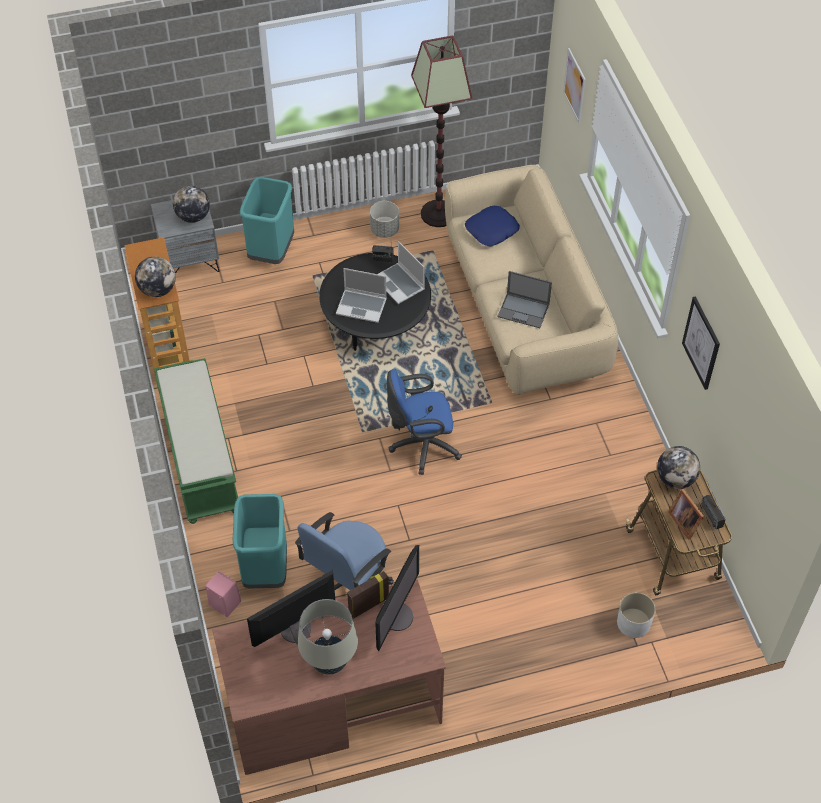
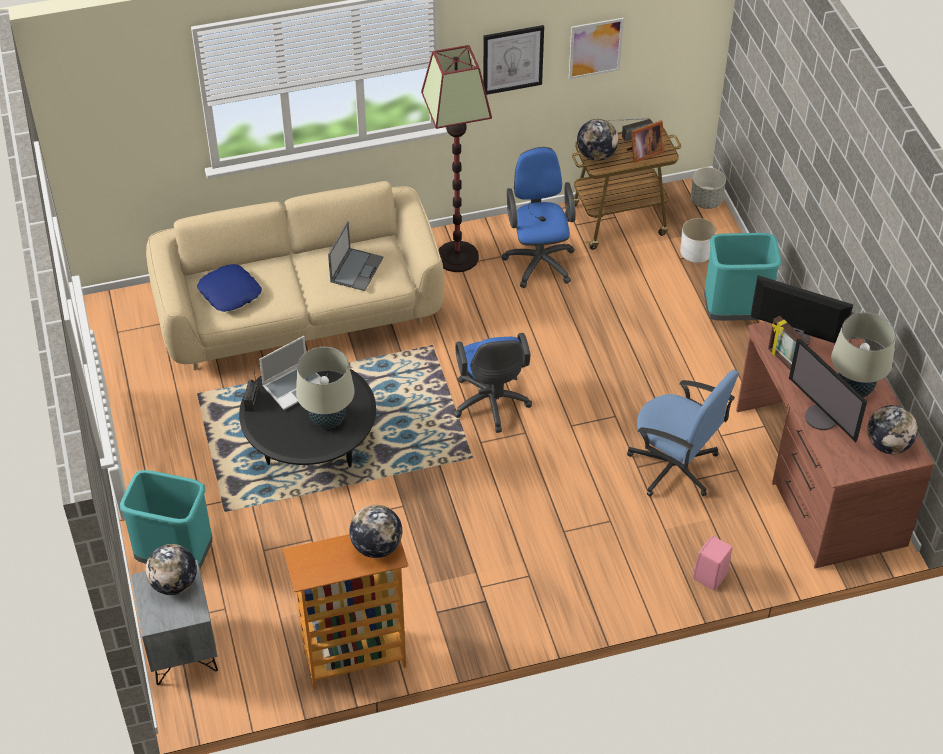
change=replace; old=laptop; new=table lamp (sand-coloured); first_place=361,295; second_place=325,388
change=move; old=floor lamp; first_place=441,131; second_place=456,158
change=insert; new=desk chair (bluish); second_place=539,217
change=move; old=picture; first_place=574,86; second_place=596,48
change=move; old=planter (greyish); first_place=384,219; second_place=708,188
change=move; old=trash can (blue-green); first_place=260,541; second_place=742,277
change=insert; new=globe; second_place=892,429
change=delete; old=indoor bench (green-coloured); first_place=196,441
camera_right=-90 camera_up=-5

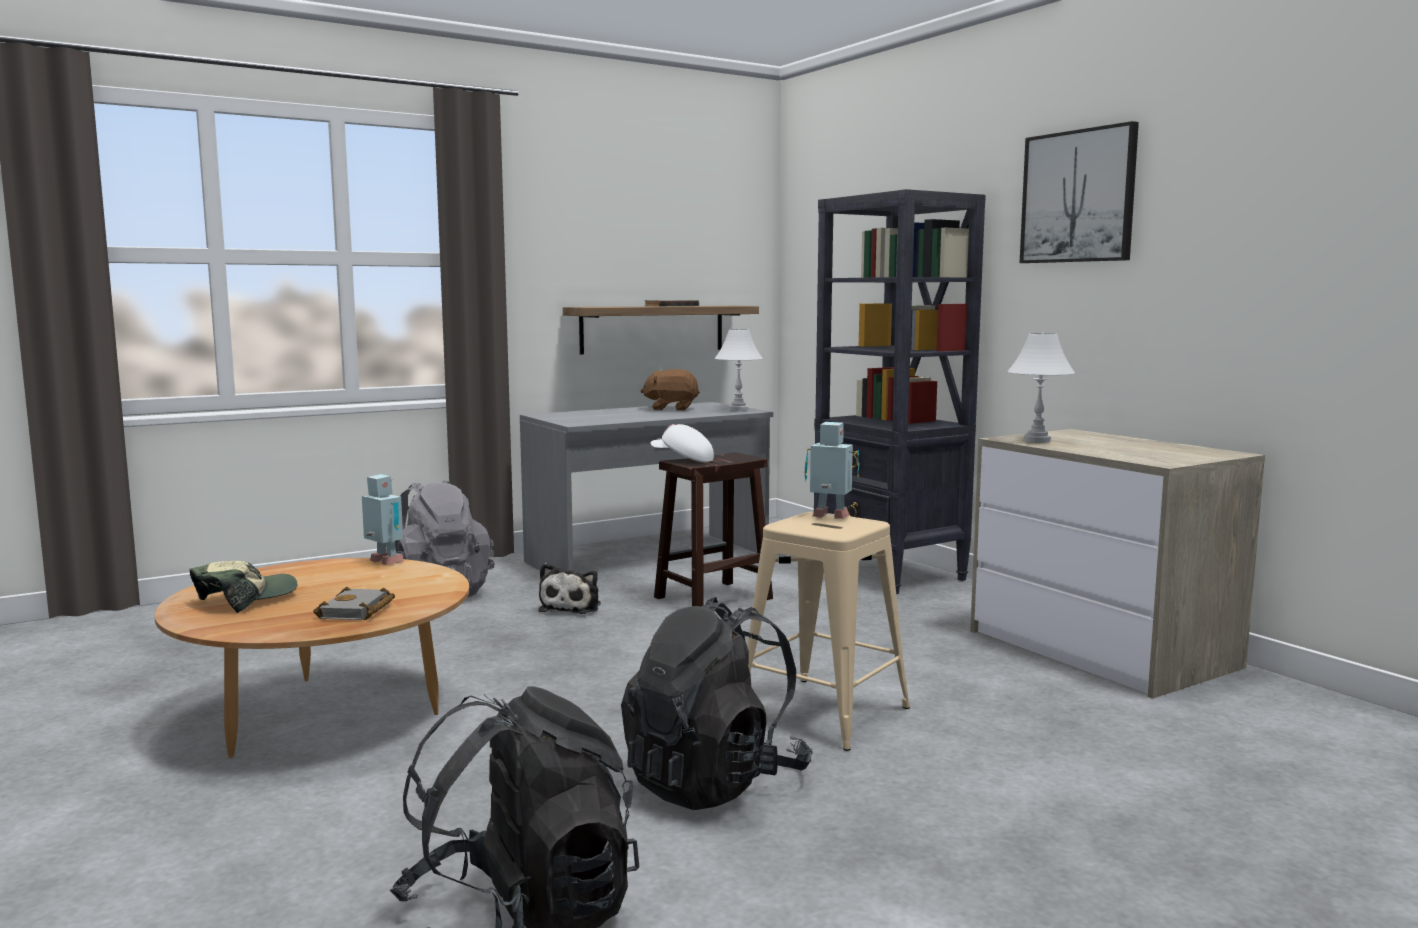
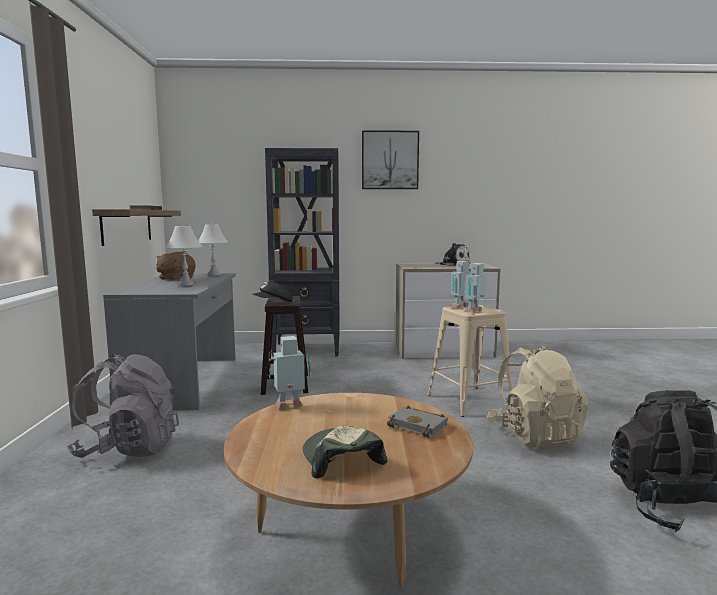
change=move; old=table lamp (white-coloured); first_place=1041,388; second_place=184,255
change=recolor; old=baseball cap (white-coloured); new=baseball cap (black-coloured); first_place=682,443; second_place=272,292
change=move; old=plush toy; first_place=570,588; second_place=452,254
change=insert; new=toy robot; second_place=475,288
change=recolor; old=backpack (black-coloured); new=backpack (sand-coloured); first_place=717,703; second_place=537,398
camera_right=-60 camera_up=0

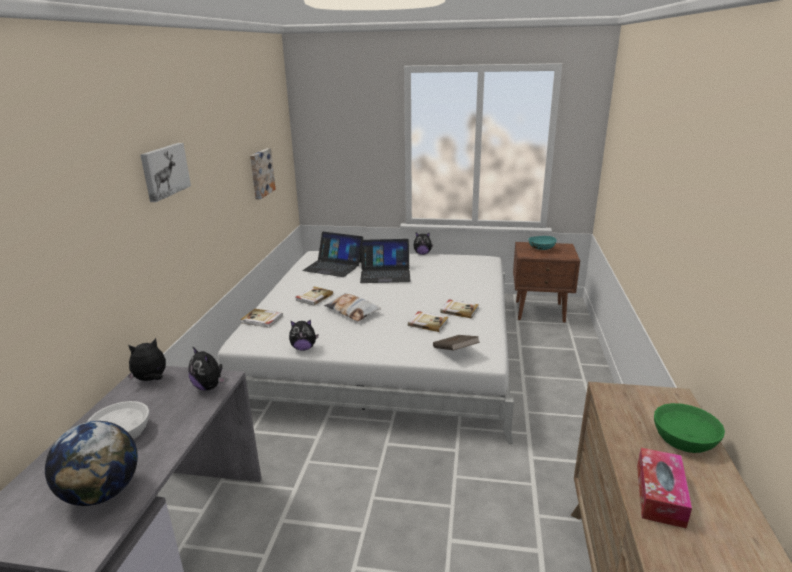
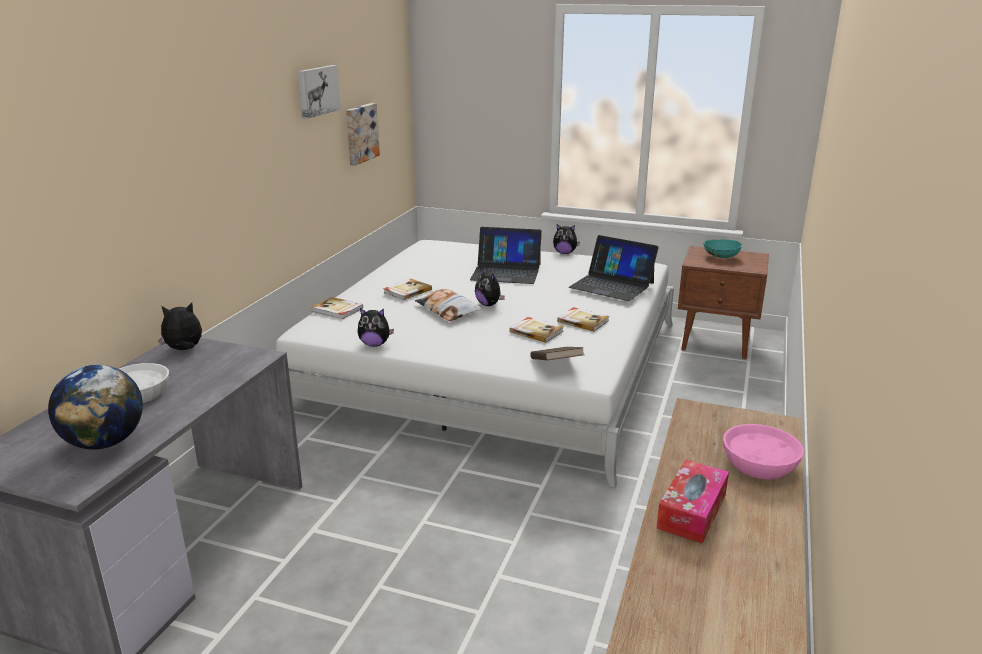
change=move; old=picture; first_place=165,172; second_place=319,92
change=move; old=plush toy; first_place=207,368; second_place=490,287
change=move; old=laptop; first_place=332,254; second_place=614,268
change=recolor; old=bowl (green-coloured); new=bowl (pink); first_place=689,428; second_place=763,451
camera_right=10 camera_up=0

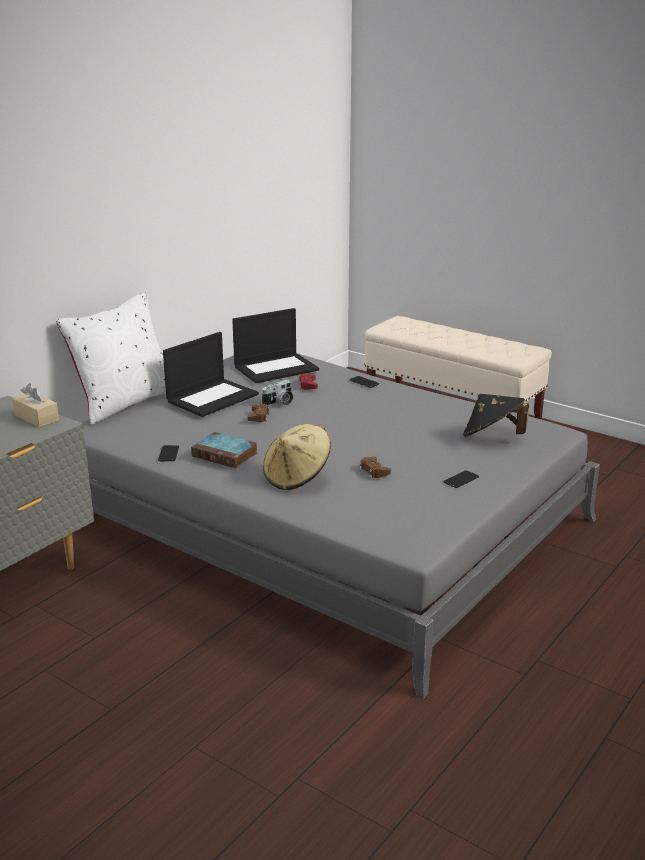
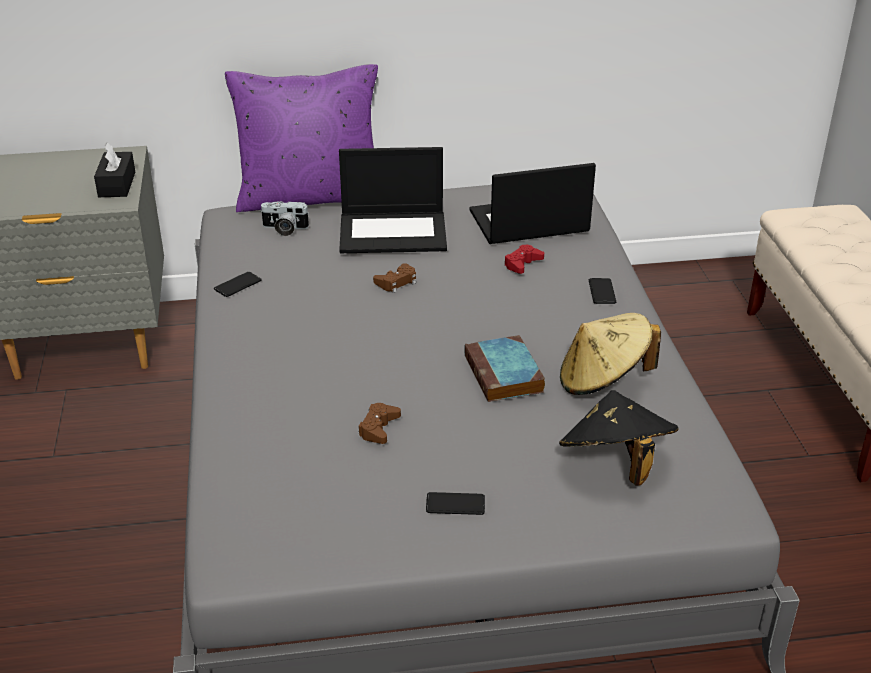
change=recolor; old=box of tissues (sand-coloured); new=box of tissues (black-coloured); first_place=35,405; second_place=114,169
change=recolor; old=throw pillow (white-coloured); new=throw pillow (purple); first_place=111,359; second_place=301,138
change=move; old=still camera; first_place=277,392; second_place=285,218
change=move; old=bound book; first_place=224,450; second_place=504,368
change=rotate; old=laptop; first_place=275,345; second_place=533,203; degrees=150
change=move; old=wearable hat (sand-coloured); first_place=297,457; second_place=610,354
camera_right=45 camera_up=10

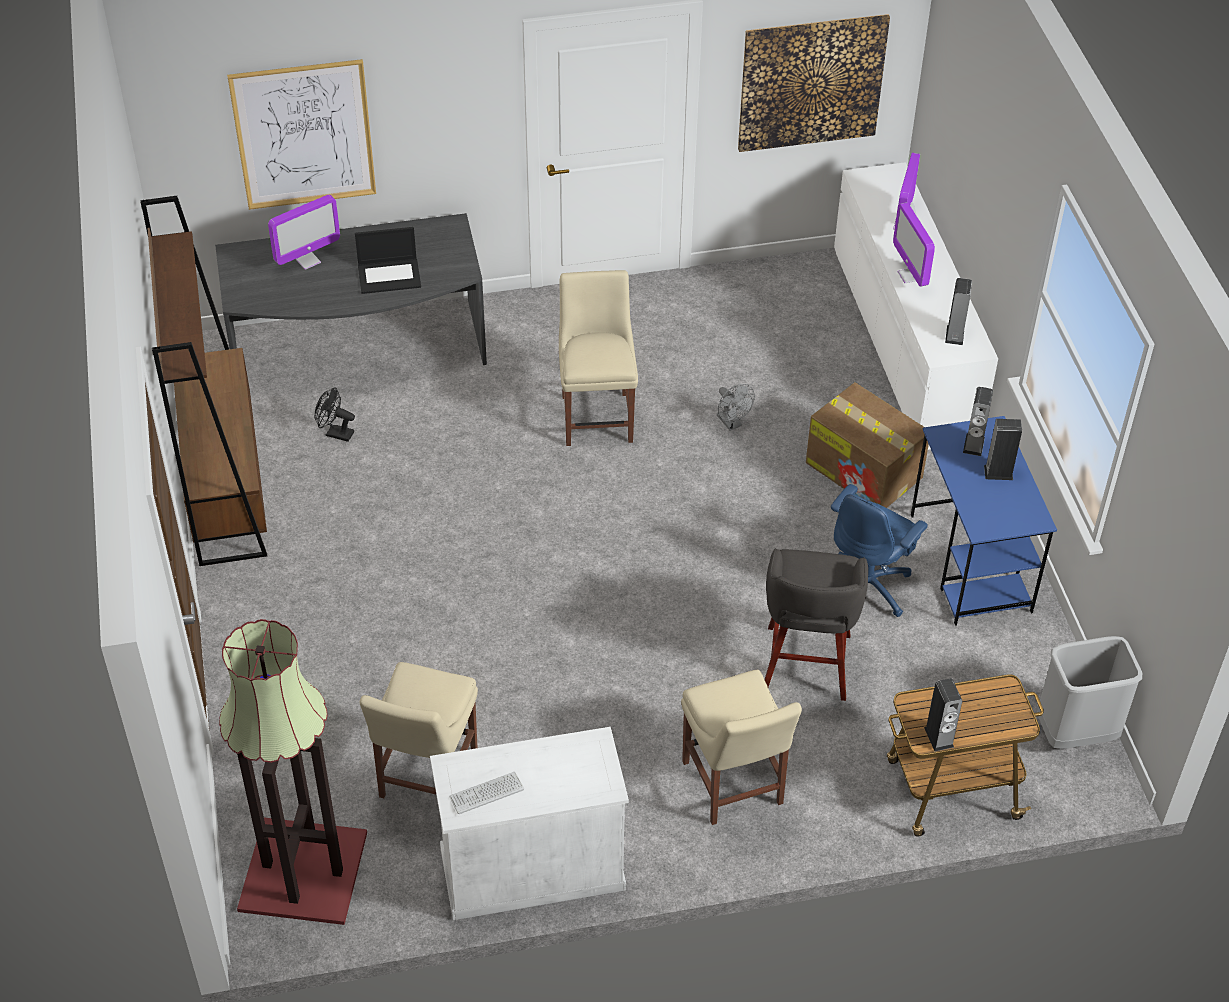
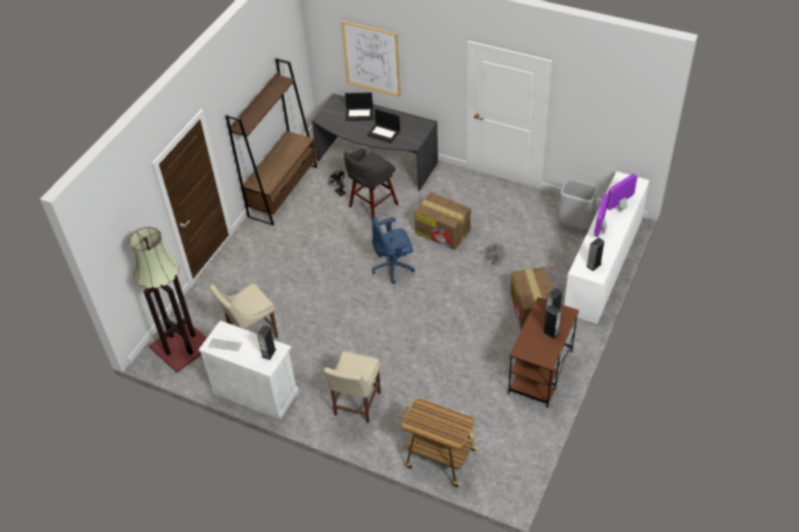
change=move; old=speaker; first_place=943,714; second_place=266,342
change=move; old=stool seat (greyish); first_place=816,624; second_place=371,184
change=replace; old=monitor; new=laptop; first_place=304,232; second_place=359,106
change=move; old=desk chair (bluish); first_place=879,550; second_place=393,250
change=replace; old=plain chair (sand-coloured); new=carton; first_place=598,358; second_place=442,221
change=recolor; old=desk (bluish); new=desk (brownish); first_place=984,521; second_place=543,352
change=move; old=trash can (greyish); first_place=1089,692; second_place=578,205
change=delete; old=picture; first_place=814,83
camera_right=40 camera_up=0

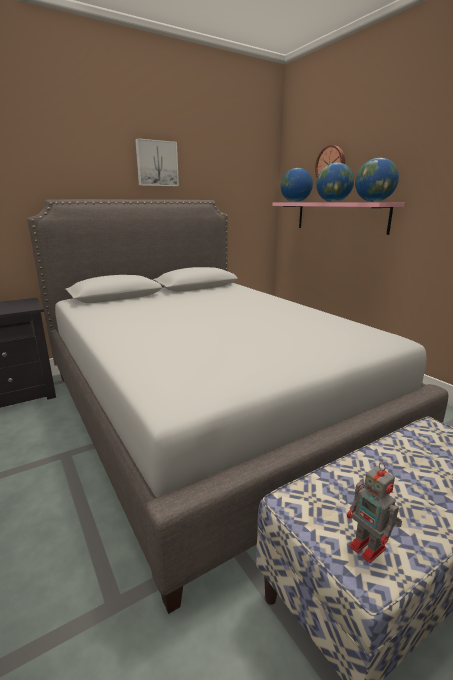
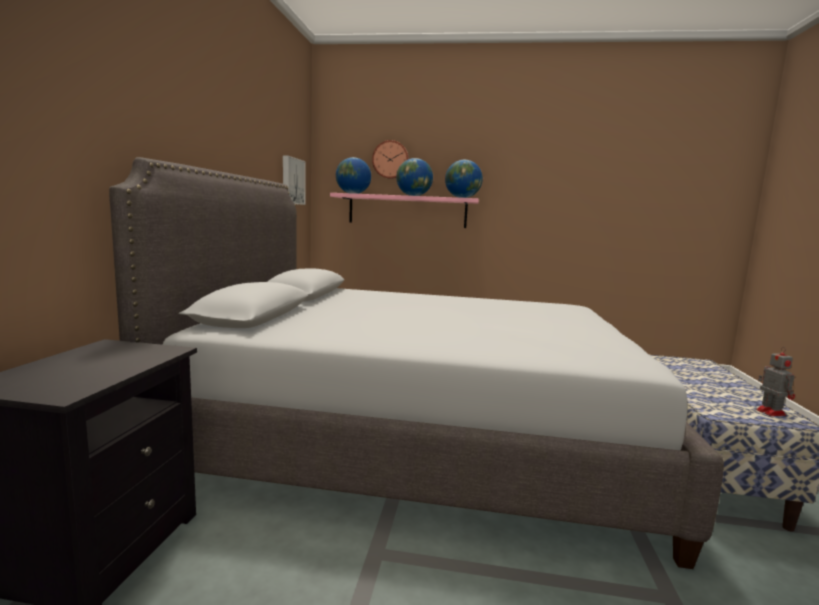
change=move; old=picture; first_place=157,162; second_place=294,180
change=rotate; old=toy robot; first_place=374,512; second_place=775,381; degrees=-105
camera_right=-50 camera_up=-10

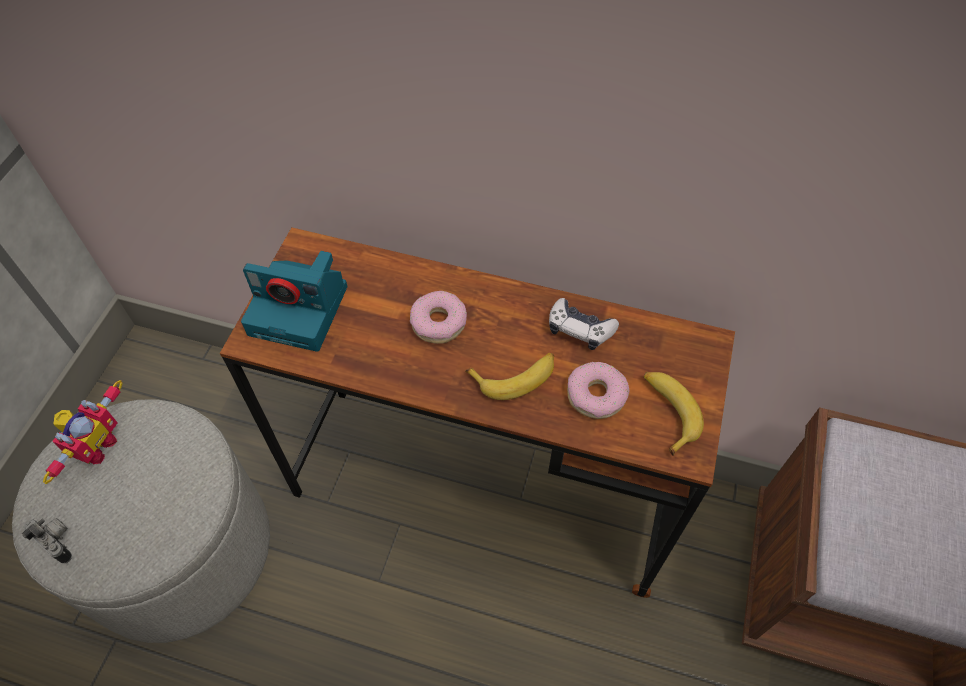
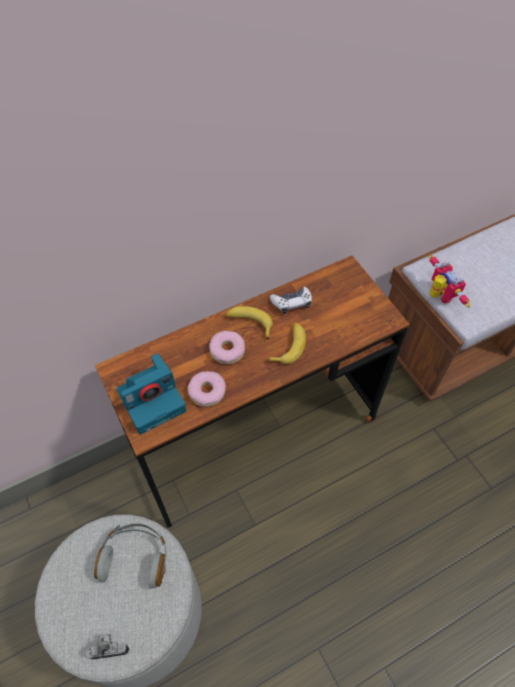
change=insert; new=headphones (greyish); second_place=130,556
change=move; old=ring doughnut; first_place=598,390; second_place=207,389
change=move; old=banana; first_place=674,414; second_place=249,322
change=move; old=toy robot; first_place=83,432; second_place=449,281
camera_right=-45 camera_up=0

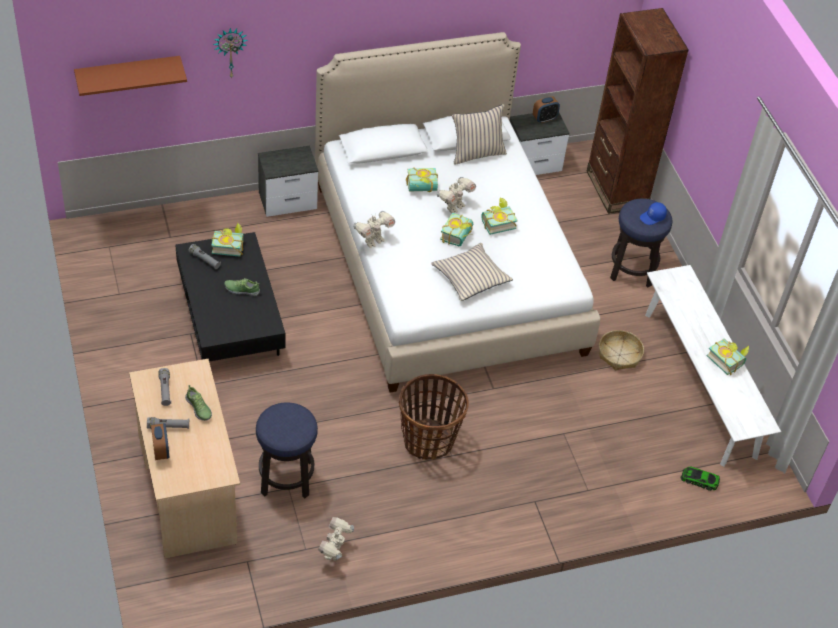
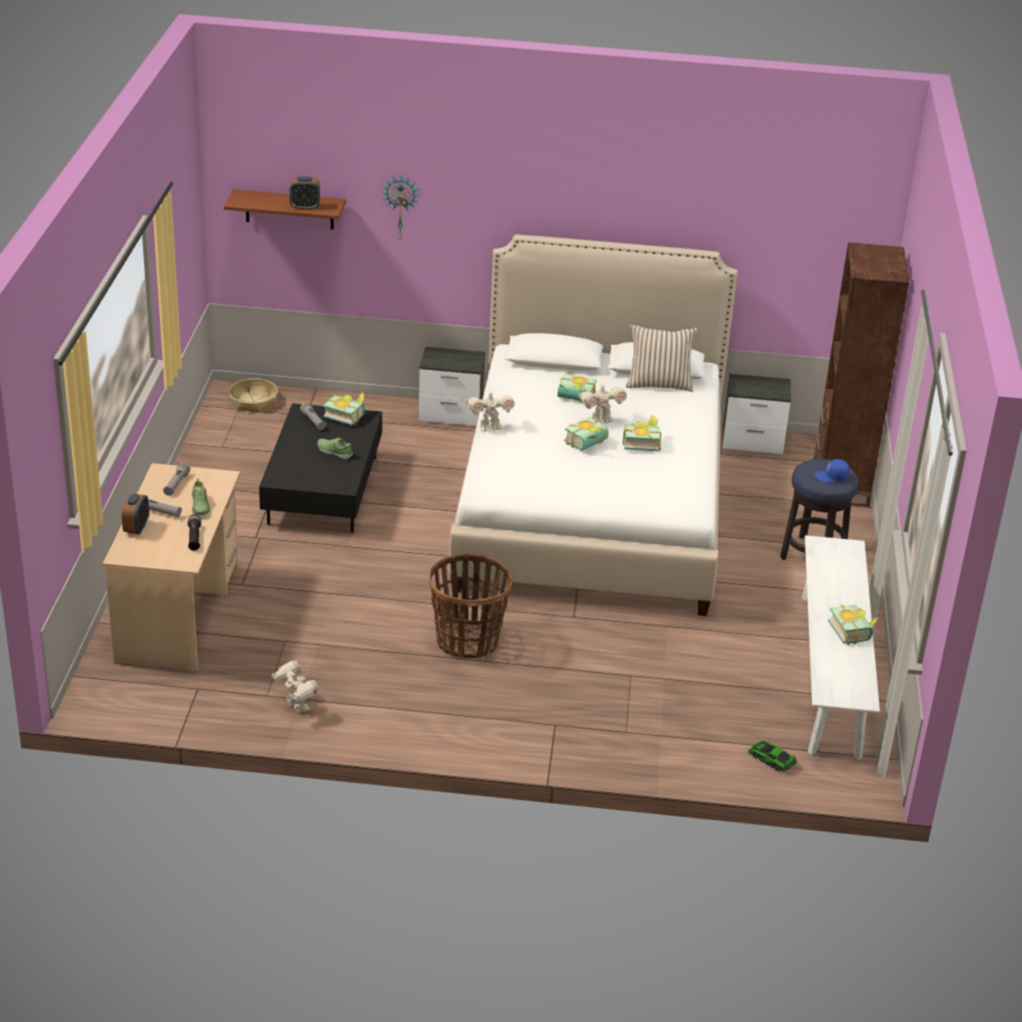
change=insert; new=hand torch (black-coloured); second_place=194,532
change=move; old=household basket; first_place=621,350; second_place=253,395
change=rotate; old=toy robot; first_place=336,539; second_place=295,686; degrees=105
change=move; old=alarm clock; first_place=546,109; second_place=304,193
change=delete; old=stool seat; first_place=287,450
change=delete; old=throw pillow (sand-coloured); first_place=472,272
camera_right=25 camera_up=-15

